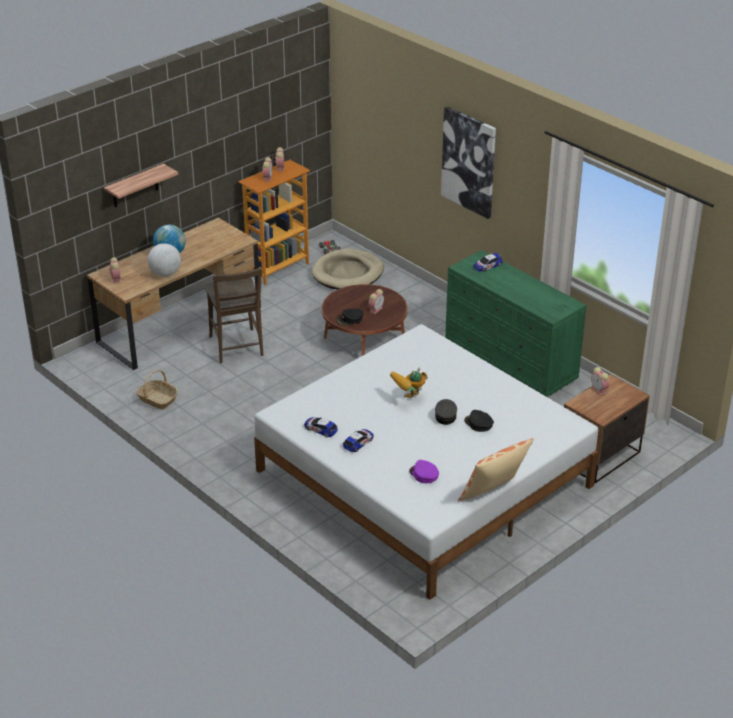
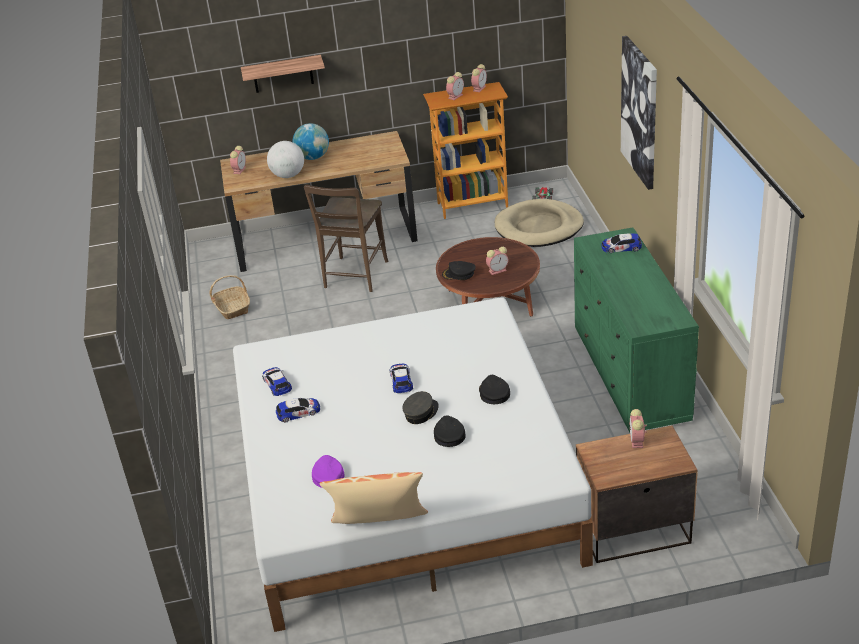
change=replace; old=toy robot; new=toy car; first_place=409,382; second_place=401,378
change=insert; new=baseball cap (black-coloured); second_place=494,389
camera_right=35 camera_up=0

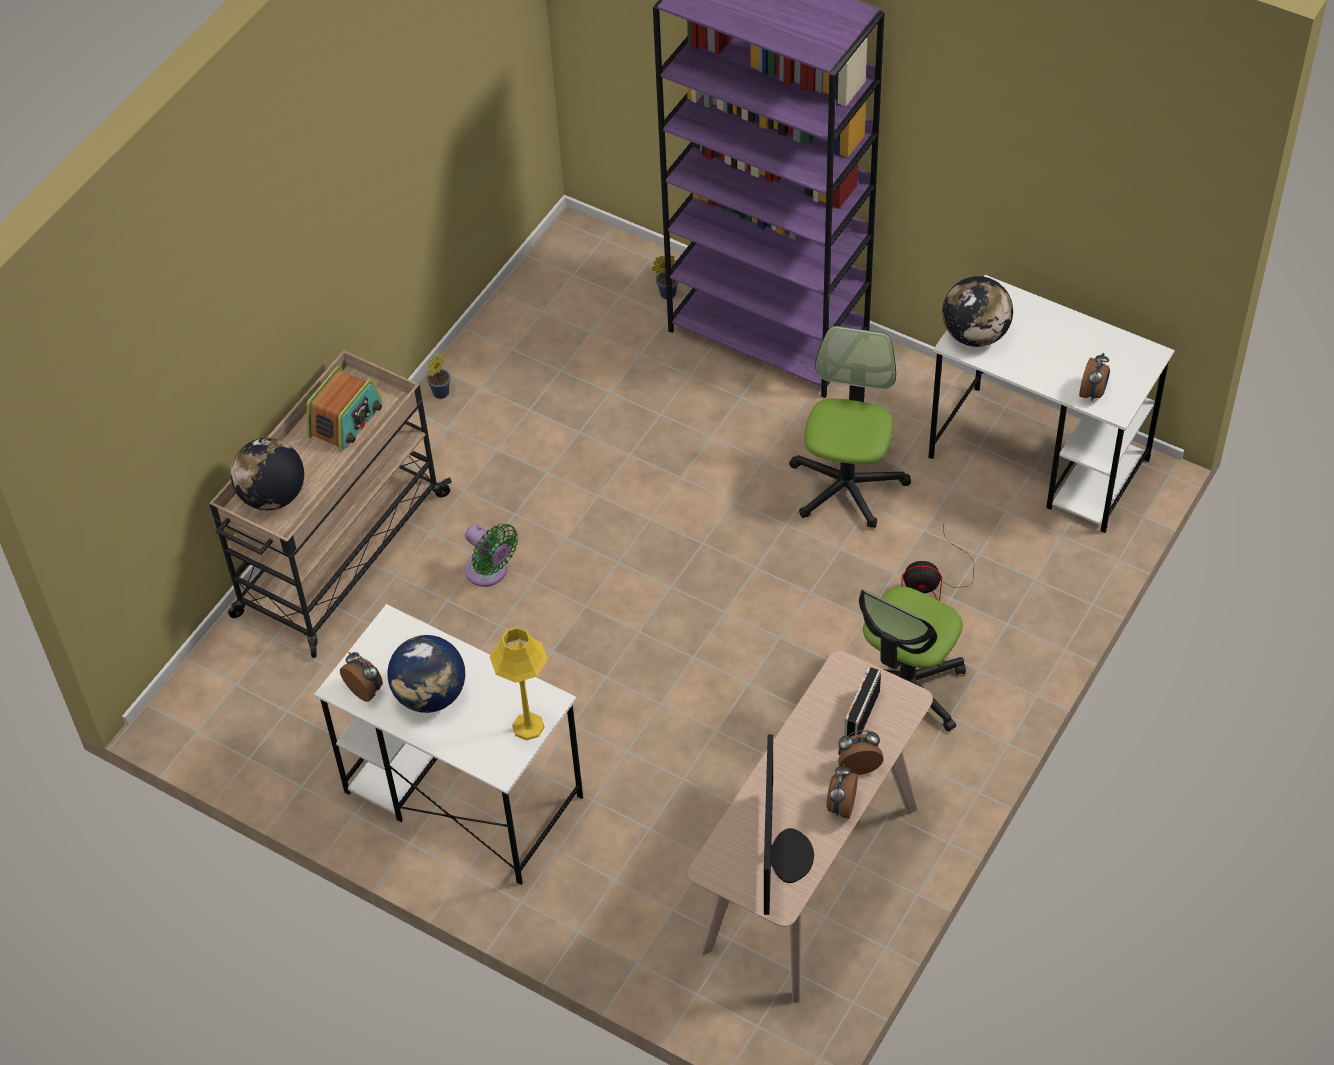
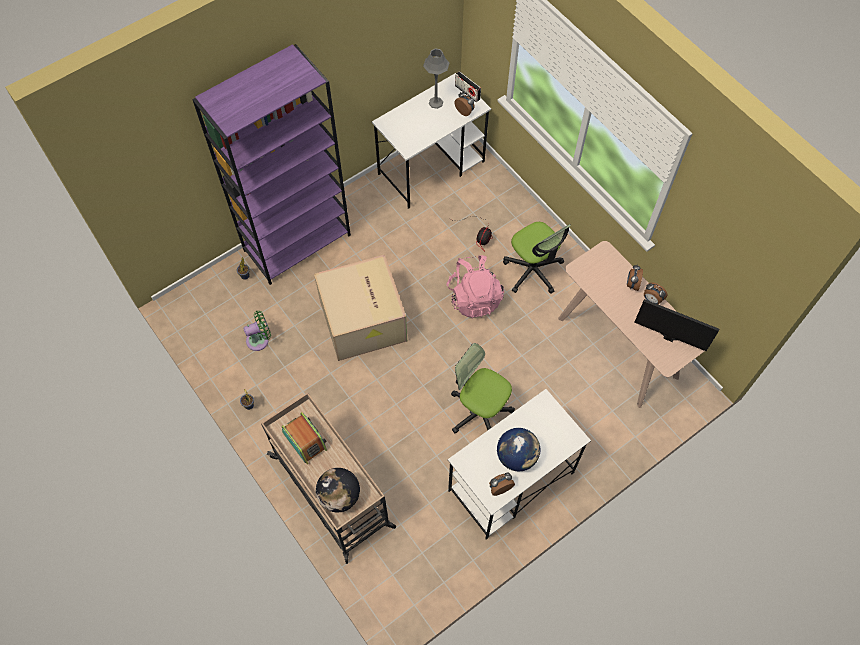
change=move; old=cooling fan (green-coloured); first_place=491,555; second_place=257,331
change=insert; new=carton; second_place=360,308
change=insert; new=table lamp (greyish); second_place=436,78
change=insert; new=backpack (pink); second_place=475,287
change=move; old=desk chair; first_place=850,427; second_place=483,388
change=move; old=radio; first_place=862,702; second_place=468,86
change=delete; old=table lamp (yellow); first_place=519,683
change=delete; old=globe; first_place=977,311
camera_right=-70 camera_up=10

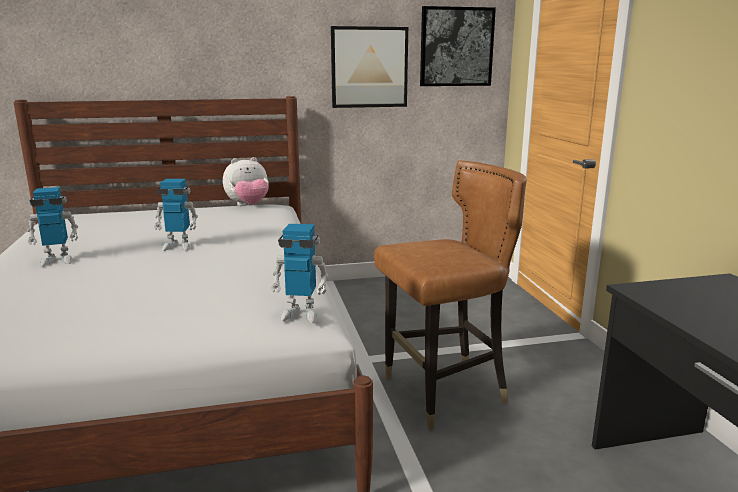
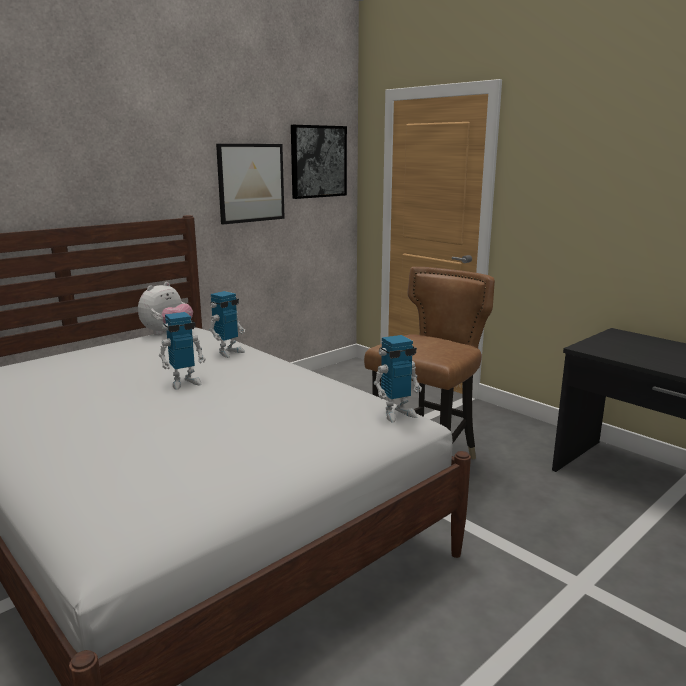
change=move; old=toy robot; first_place=53,227; second_place=227,324
camera_right=-30 camera_up=0

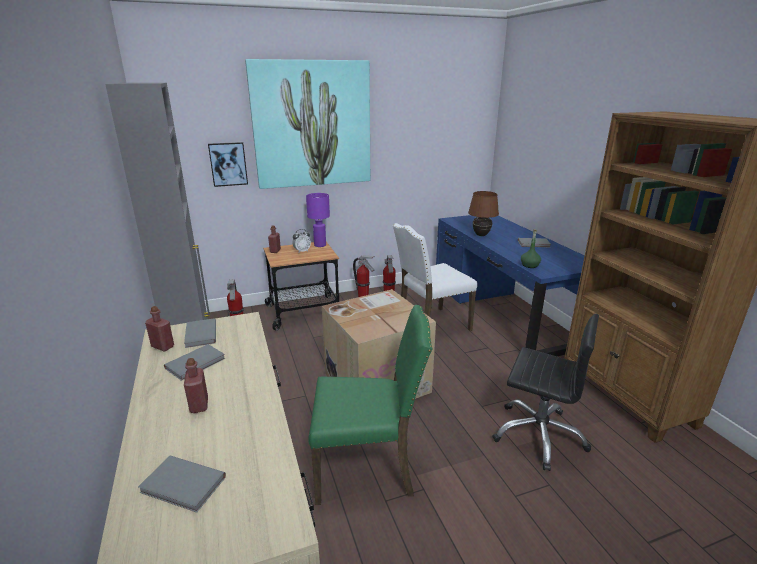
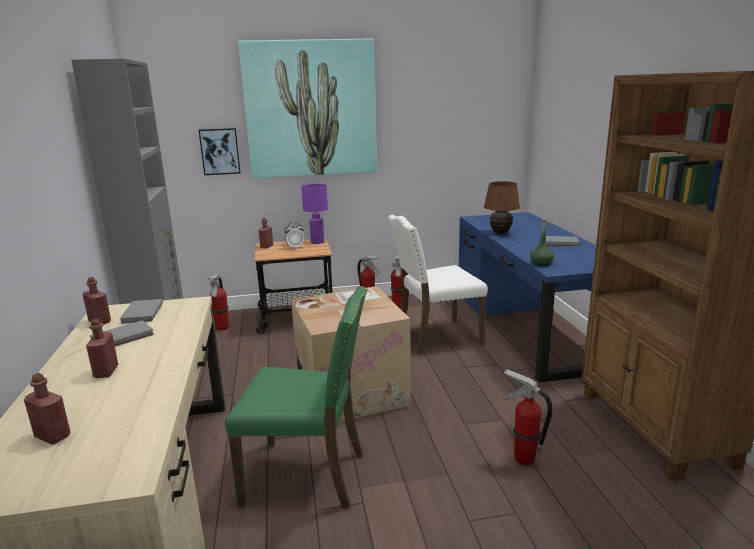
change=replace; old=bound book (greyish); new=drink bottle (reddish); first_place=182,484; second_place=47,409
change=replace; old=desk chair (black-coloured); new=fire extinguisher; first_place=545,392; second_place=528,417
camera_right=10 camera_up=-5

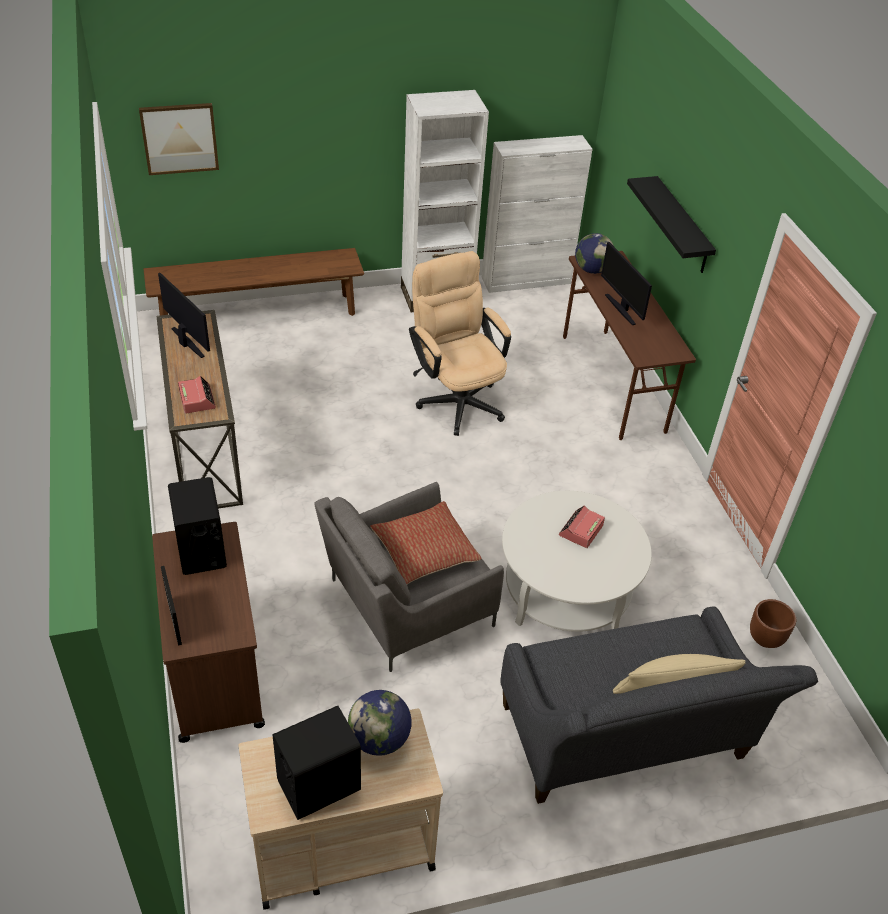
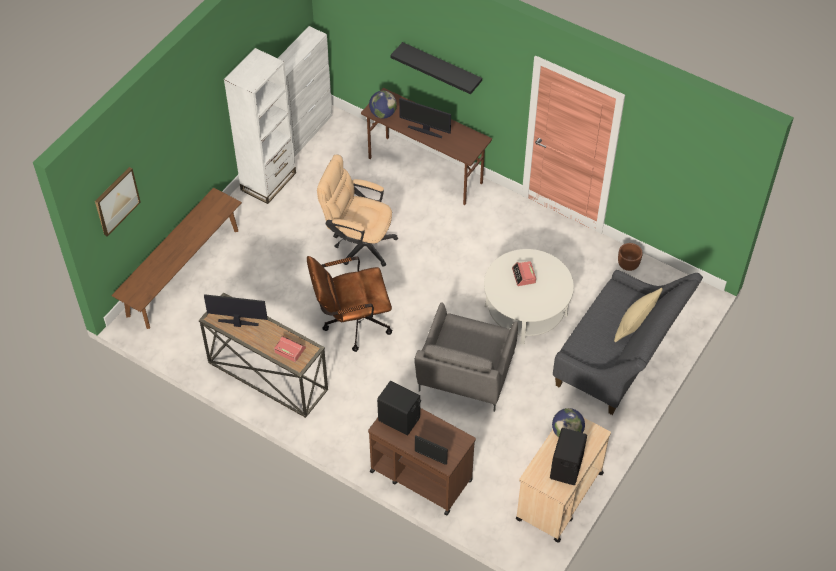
change=insert; new=desk chair (brownish); second_place=349,304
change=delete; old=throw pillow; first_place=426,542
camera_right=-40 camera_up=10

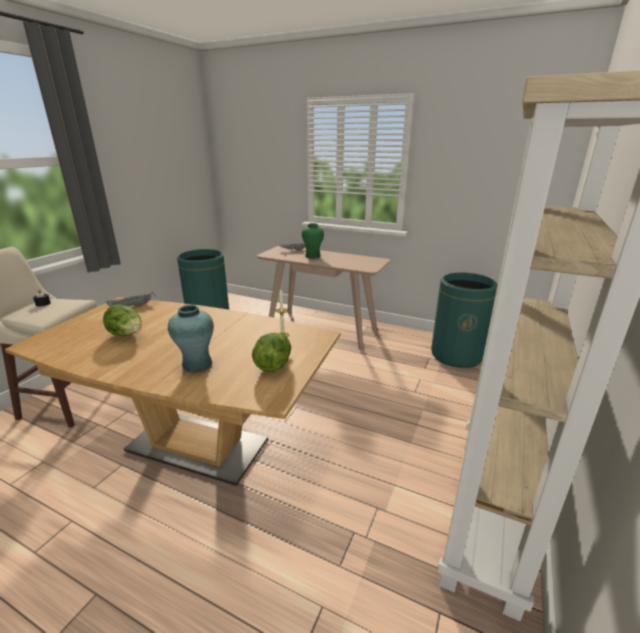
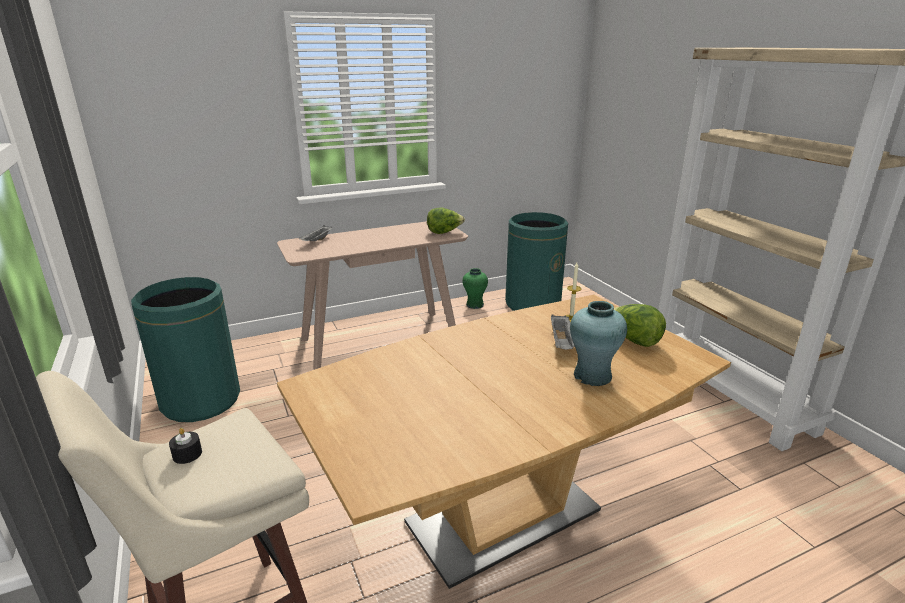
change=move; old=lettuce; first_place=122,320; second_place=446,220
change=move; old=vase (green-coloured); first_place=313,241; second_place=475,288
change=move; old=tray (greyish); first_place=130,299; second_place=563,331
camera_right=-50 camera_up=0

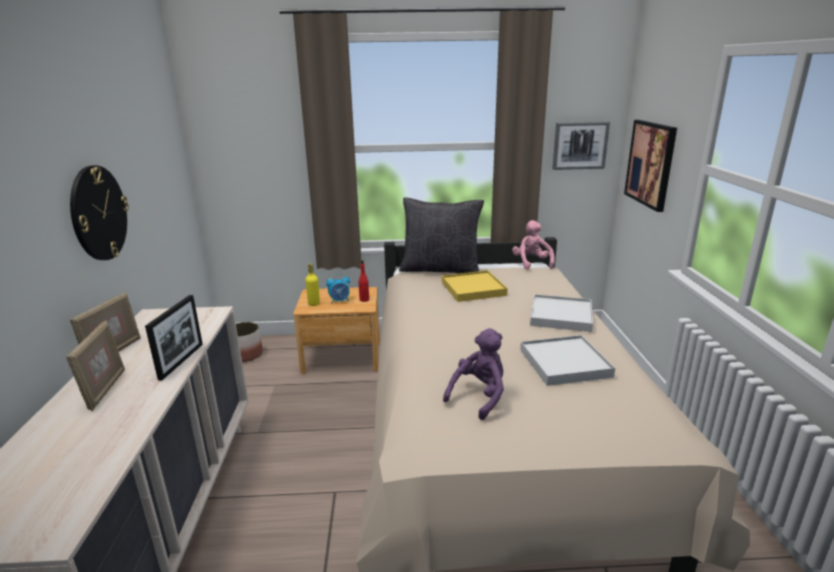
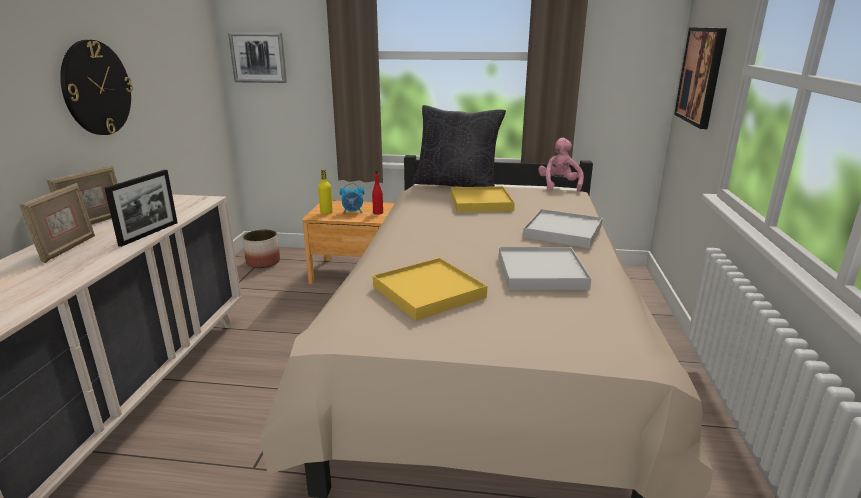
change=move; old=picture; first_place=581,145; second_place=257,58
change=replace; old=plush toy (purple); new=tray (yellow); first_place=473,374; second_place=430,289
camera_right=10 camera_up=0

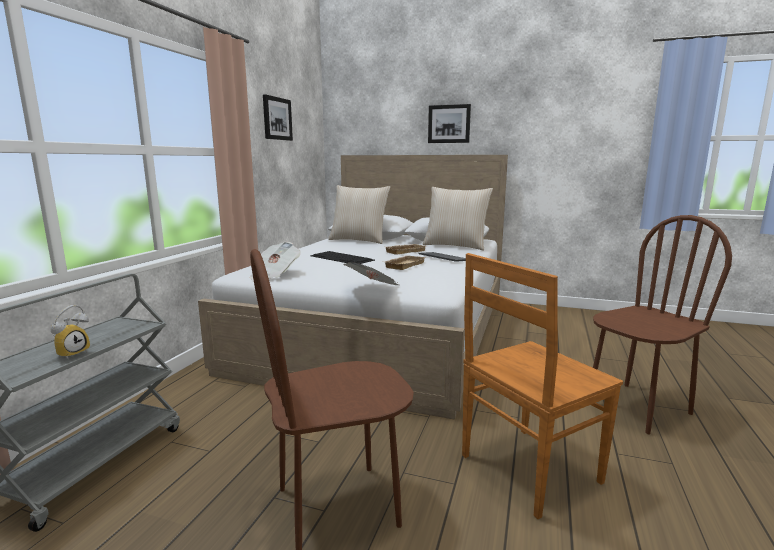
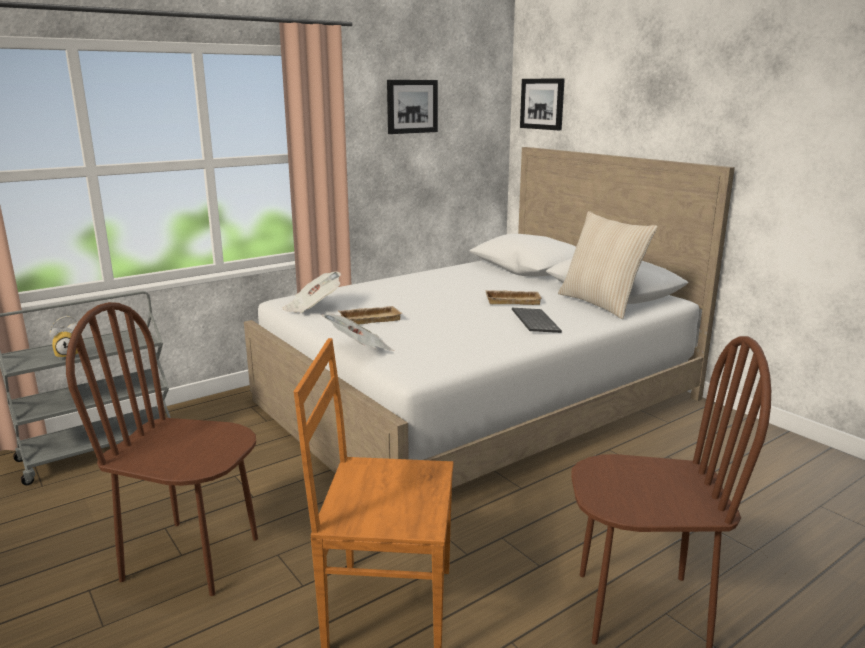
change=move; old=tray (sand-coloured); first_place=405,263; second_place=370,315
change=move; old=picture; first_place=449,123; second_place=542,104
change=delete; old=computer keyboard; first_place=342,257
change=delete; old=throw pillow (sand-coloured); first_place=359,214
camera_right=35 camera_up=5

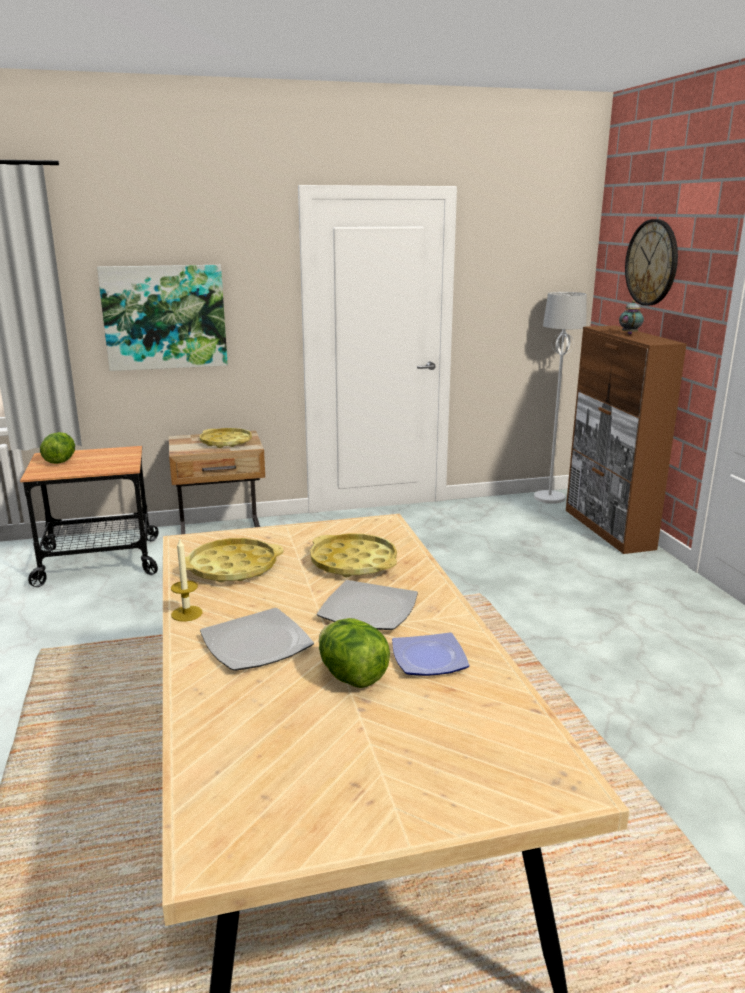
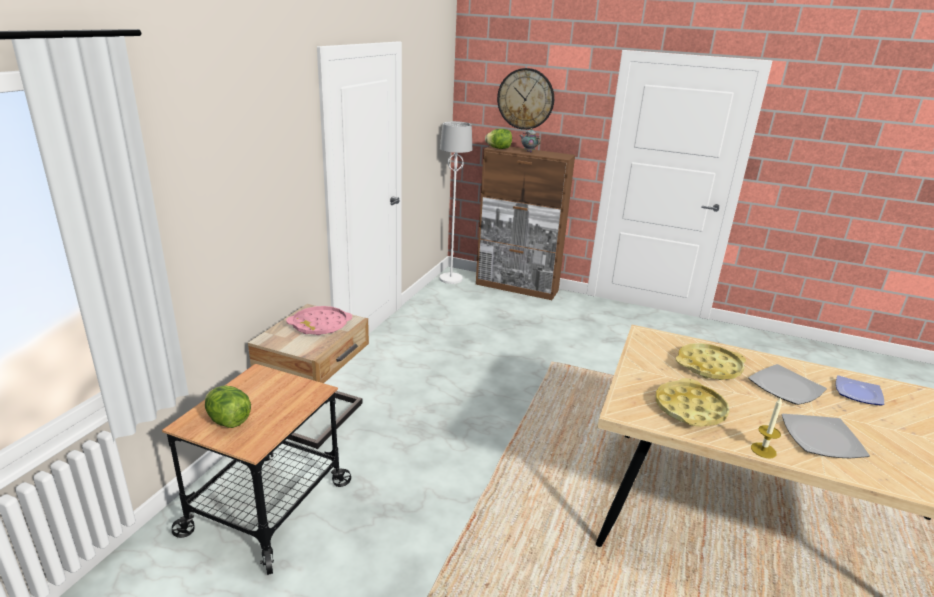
change=recolor; old=tray (yellow); new=tray (pink); first_place=226,438; second_place=319,320
change=move; old=lettuce; first_place=354,653; second_place=498,139
change=delete; old=picture; first_place=162,318
camera_right=-55 camera_up=5

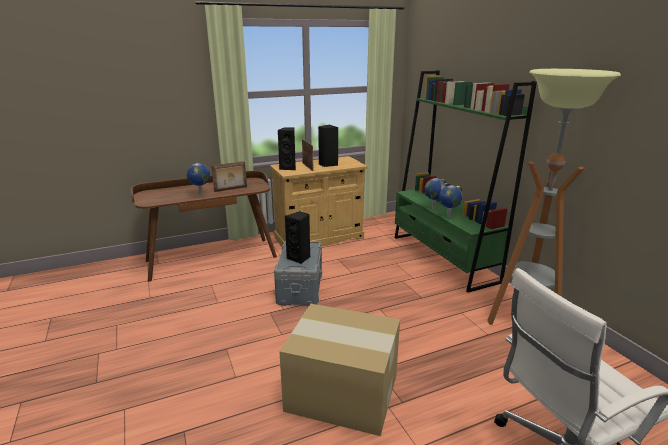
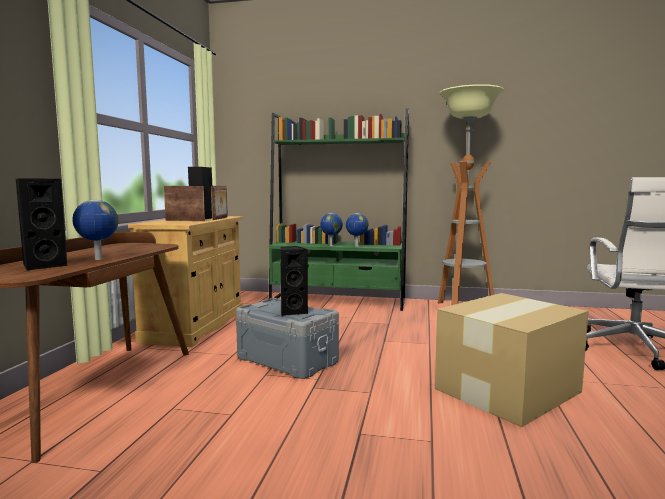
change=move; old=speaker (black-coloured); first_place=287,148; second_place=42,224
change=move; old=standing frame; first_place=229,176; second_place=219,203
camera_right=-55 camera_up=-15

